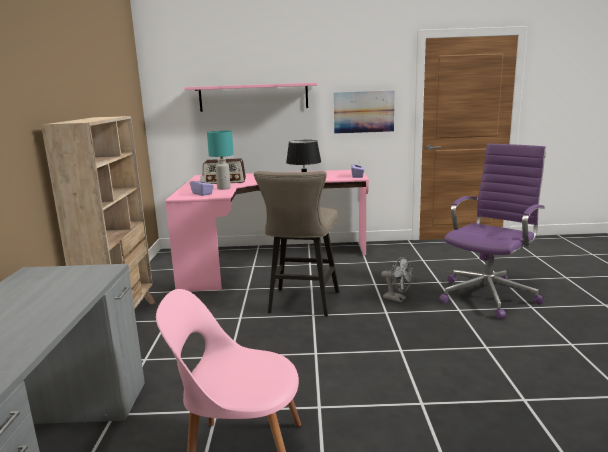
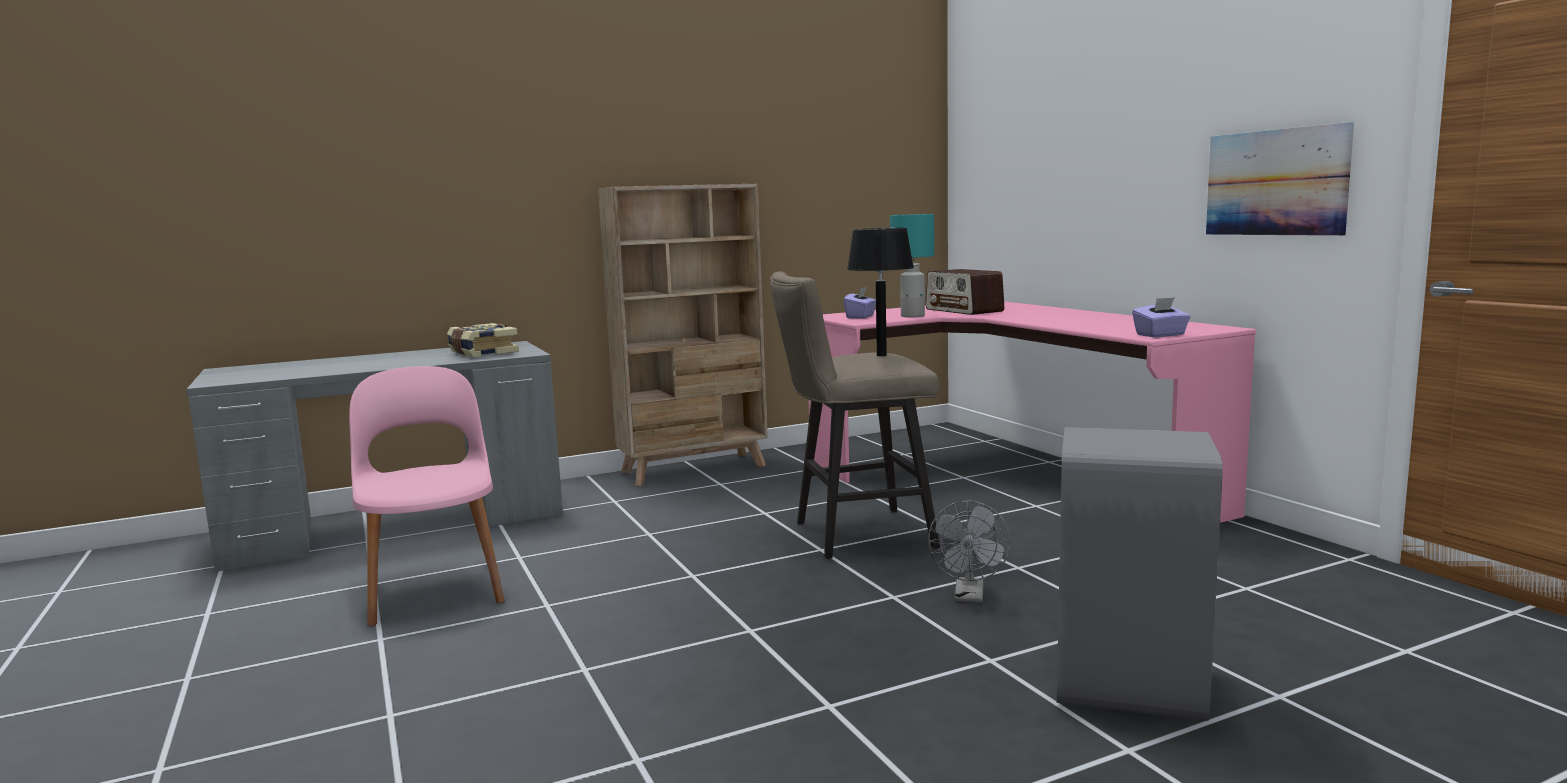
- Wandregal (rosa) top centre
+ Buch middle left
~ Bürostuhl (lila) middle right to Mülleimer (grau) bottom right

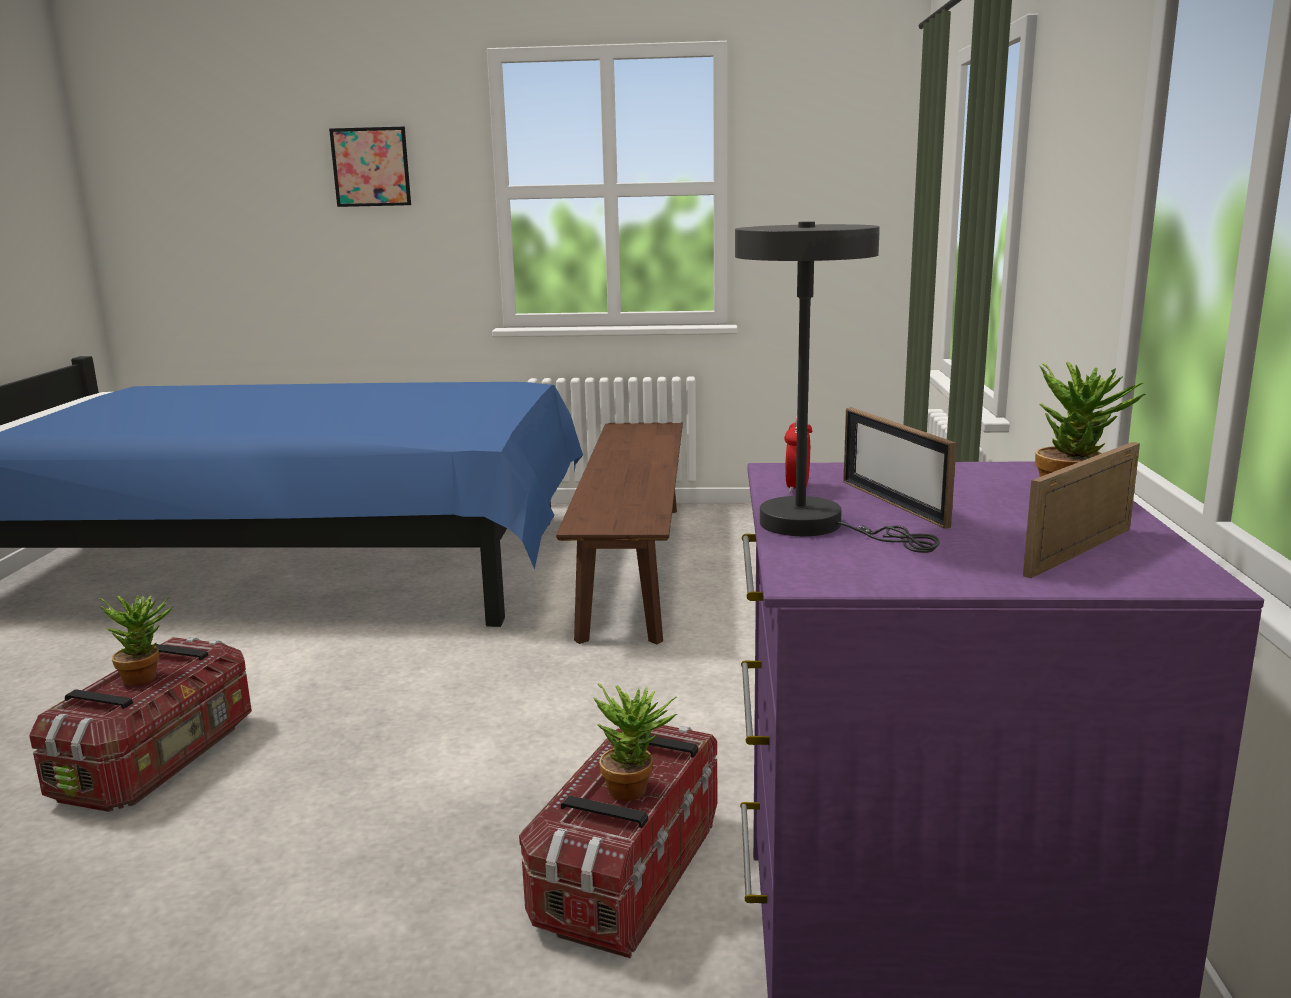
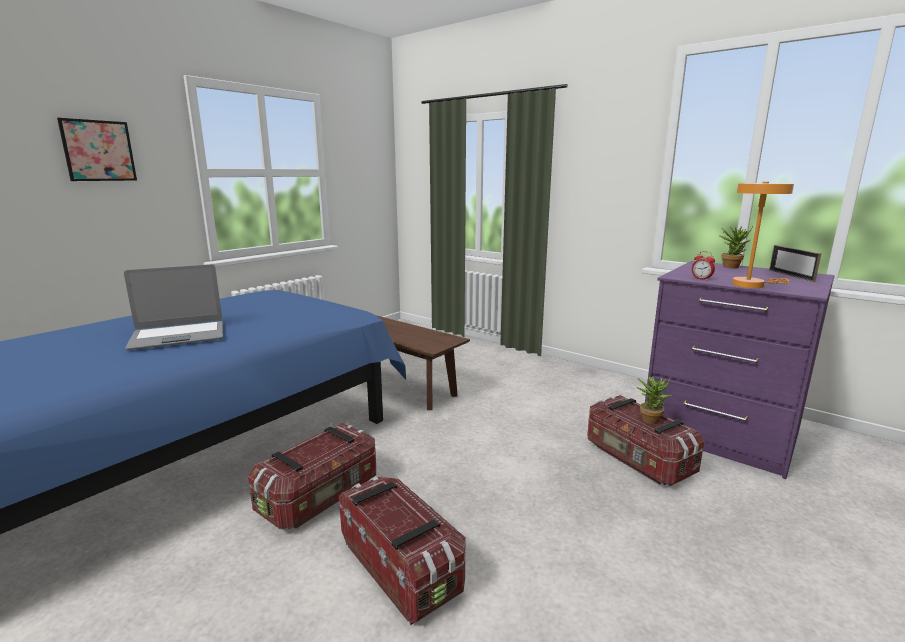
- Topfpflanze (1st from left) middle left
- Bilderrahmen (1st from left) middle right
+ Laptop middle left
+ Aufbewahrungsbox (1st from left) bottom centre
~ Tischlampe (grau) centre to Tischlampe (orange) middle right

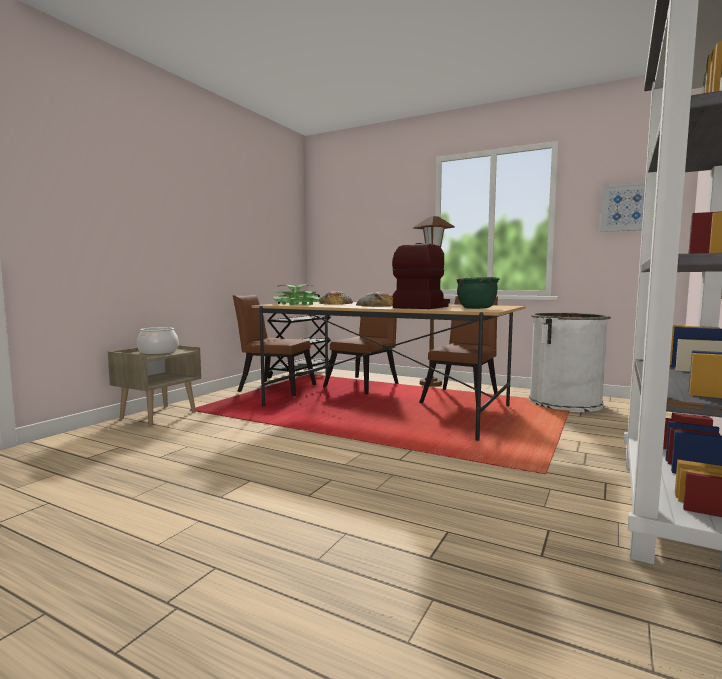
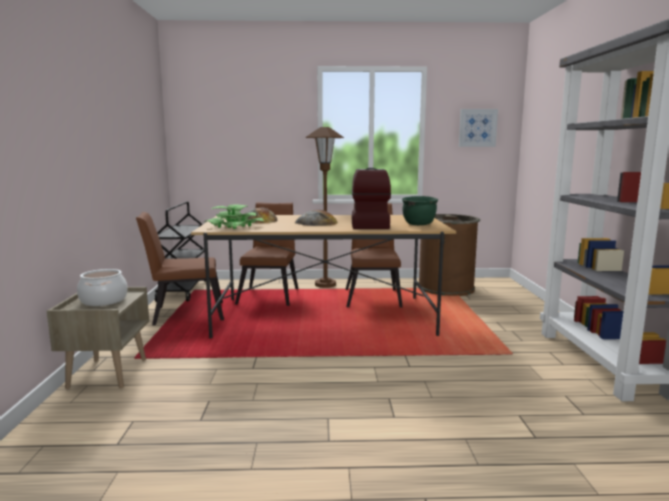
~ Mülleimer (weiß) middle right to Mülleimer (braun) middle right

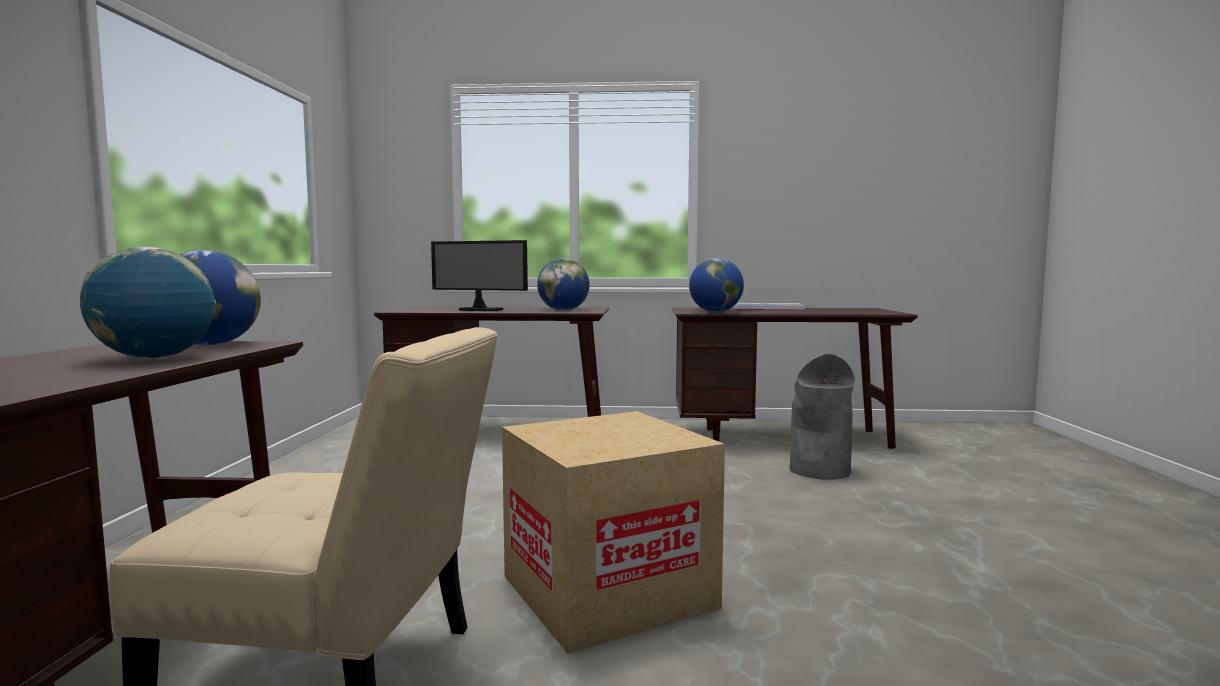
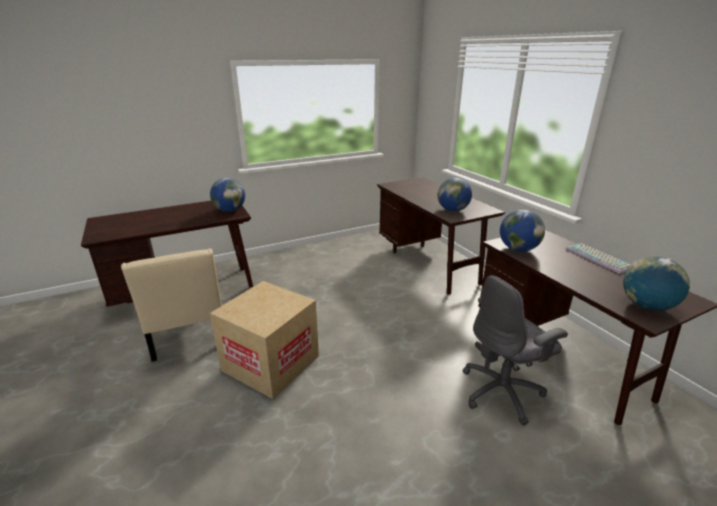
- Monitor centre
~ Globus (1st from left in the first image) middle left to Globus (4th from left) middle right
~ Mülleimer (grau) middle right to Bürostuhl (grau) bottom right

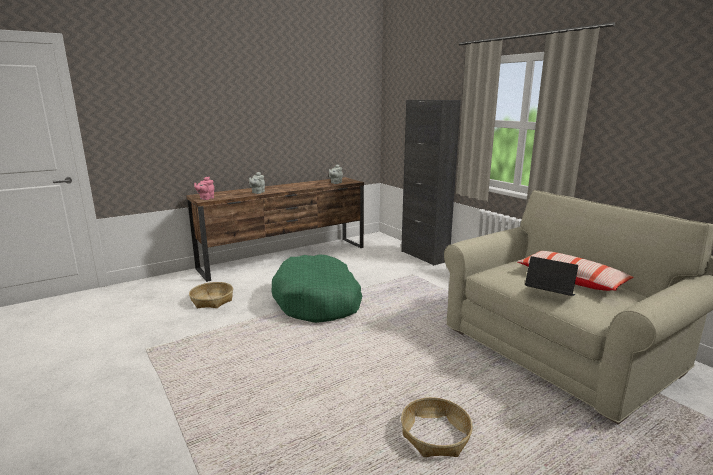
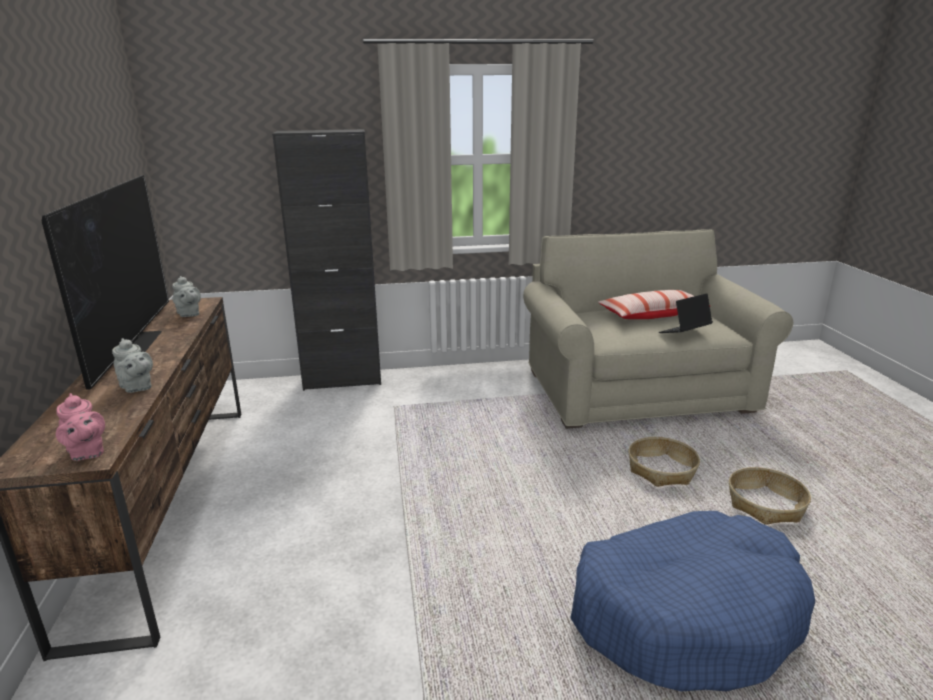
- Hundebett (grün) centre
+ Fernseher middle left
+ Hundebett (blau) bottom right
~ Korb (1st from left) middle left to middle right

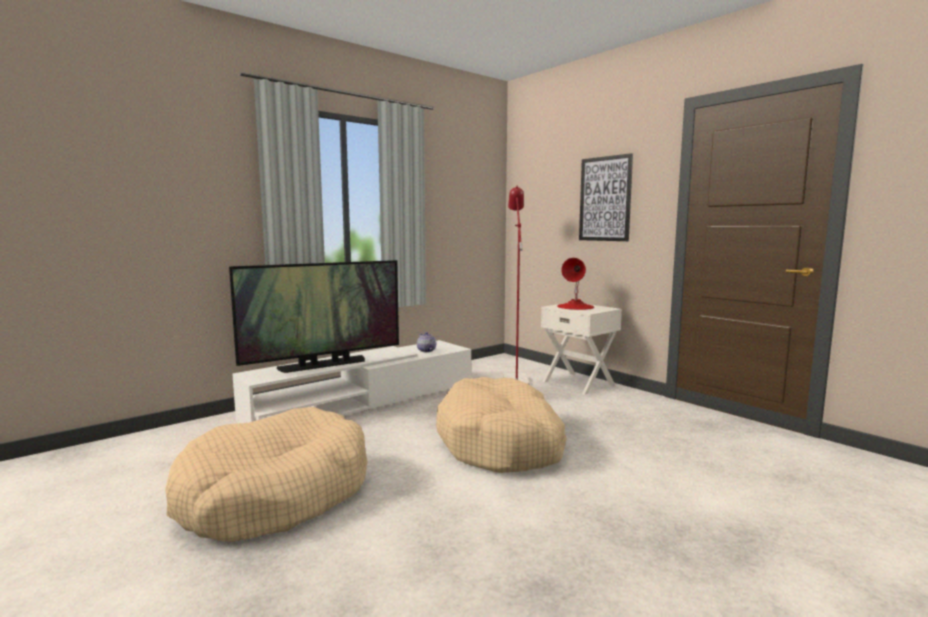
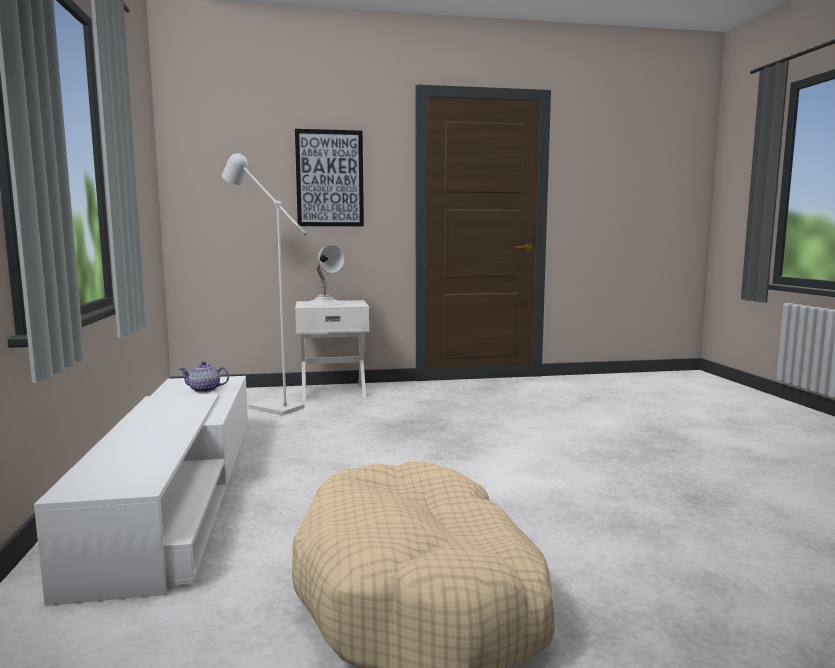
- Fernseher centre
- Hundebett (beige) (2nd from left) bottom centre
~ Stehlampe (rot) centre to Stehlampe (weiß) middle left
~ Tischlampe (rot) centre to Tischlampe (weiß) centre

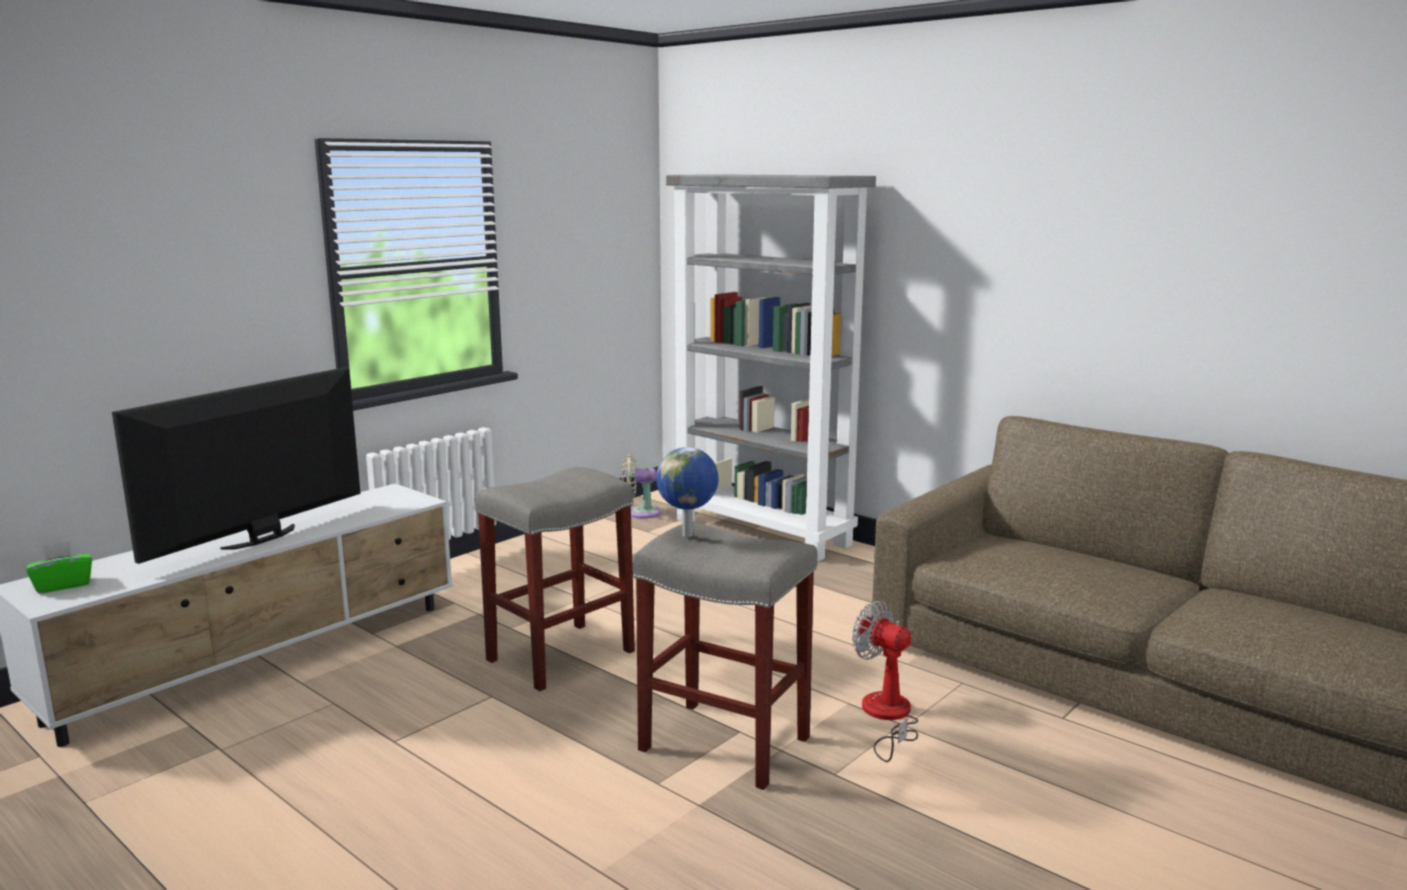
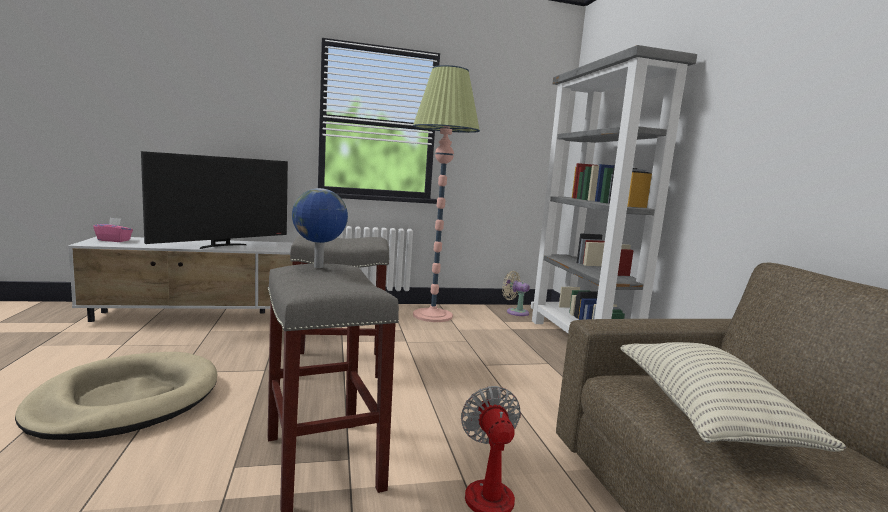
+ Hundebett (beige) bottom left
+ Stehlampe centre
+ Kissen bottom right
~ Taschentuchbox (grün) middle left to Taschentuchbox (rosa) middle left
~ Fernseher middle left = middle left 150 degrees clockwise

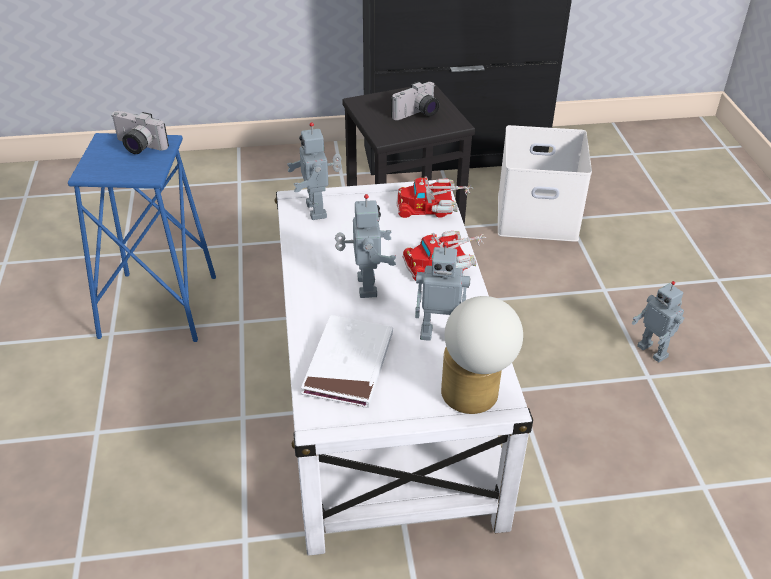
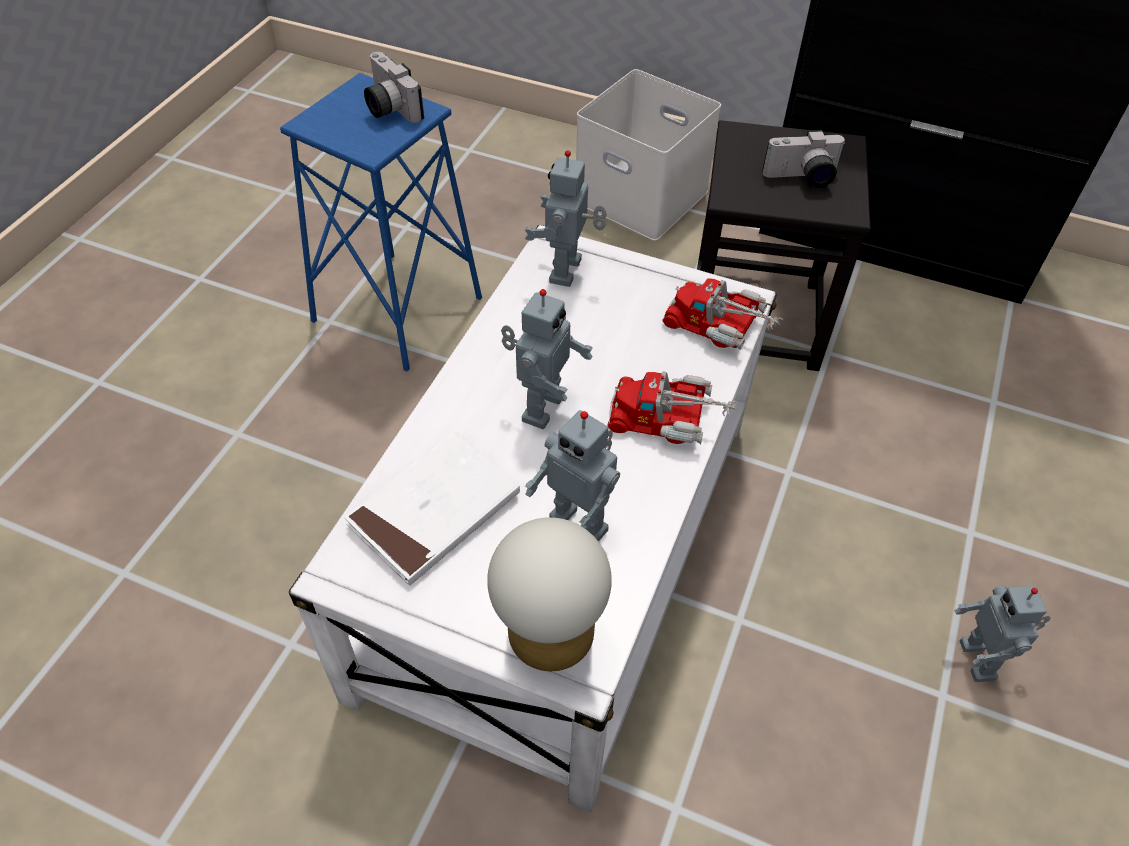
~ Aufbewahrungsbox (weiß) top right to top centre

